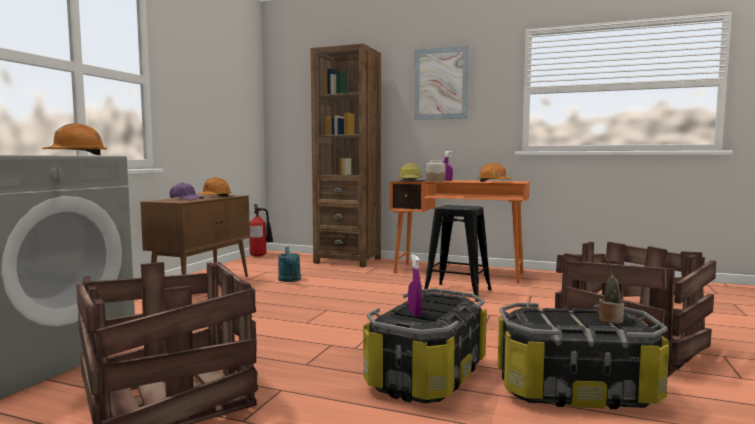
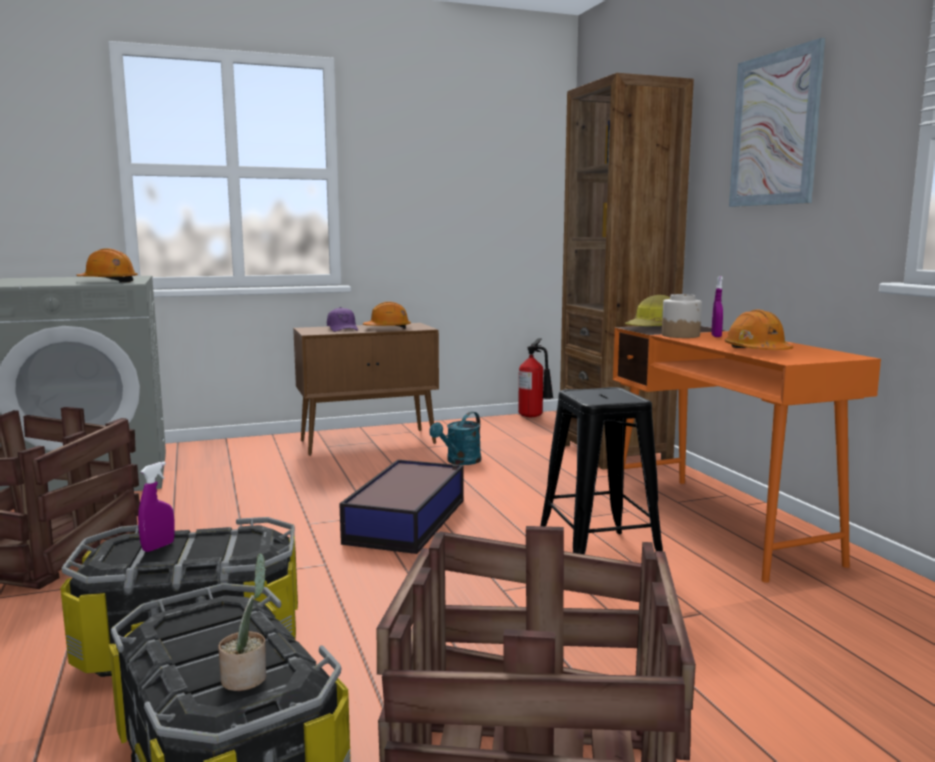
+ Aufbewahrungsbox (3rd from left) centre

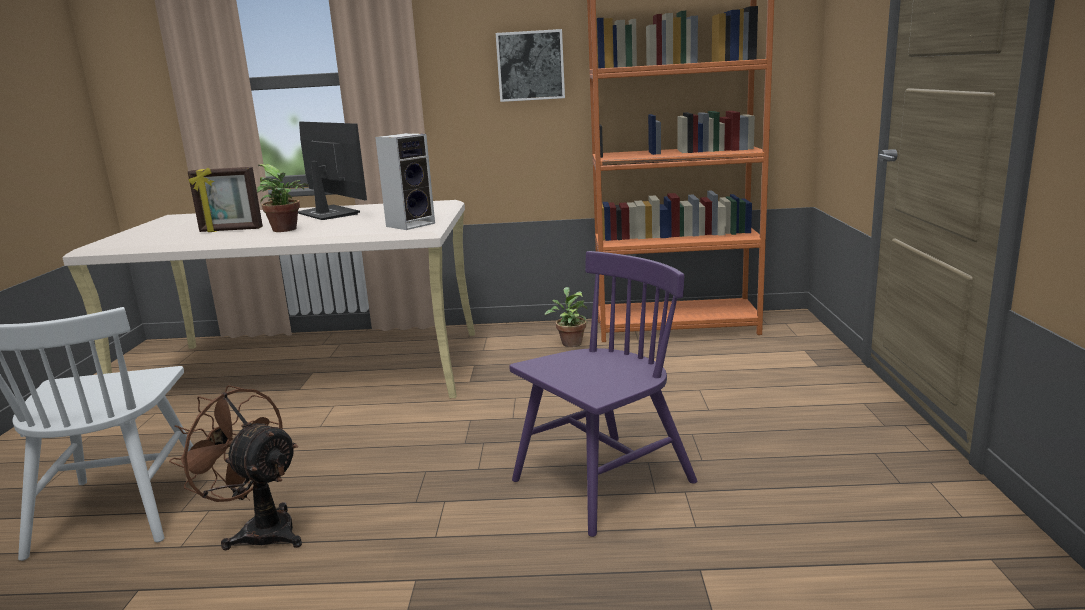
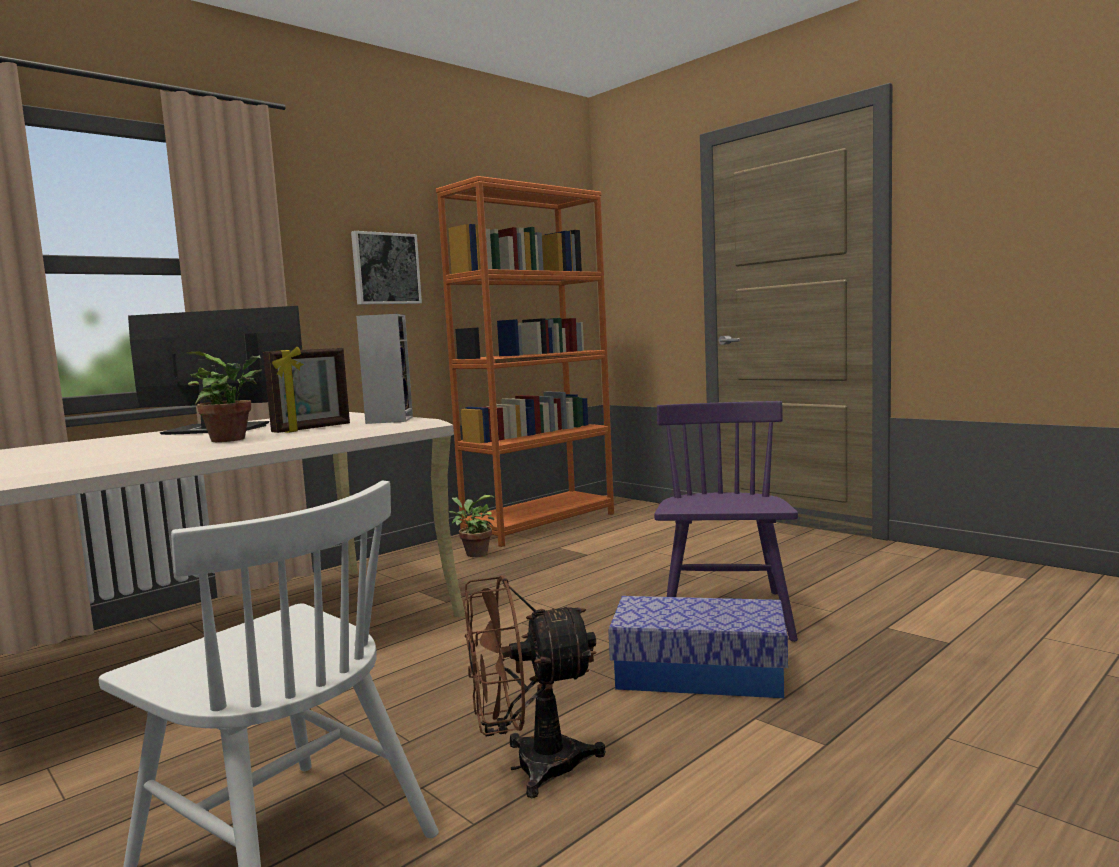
+ Aufbewahrungsbox bottom centre
~ Bilderrahmen top left to middle left

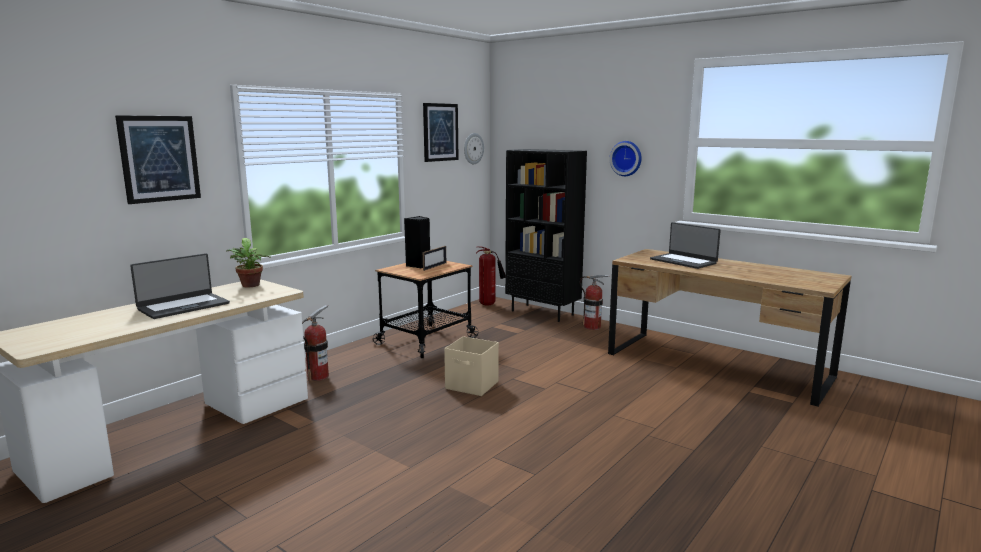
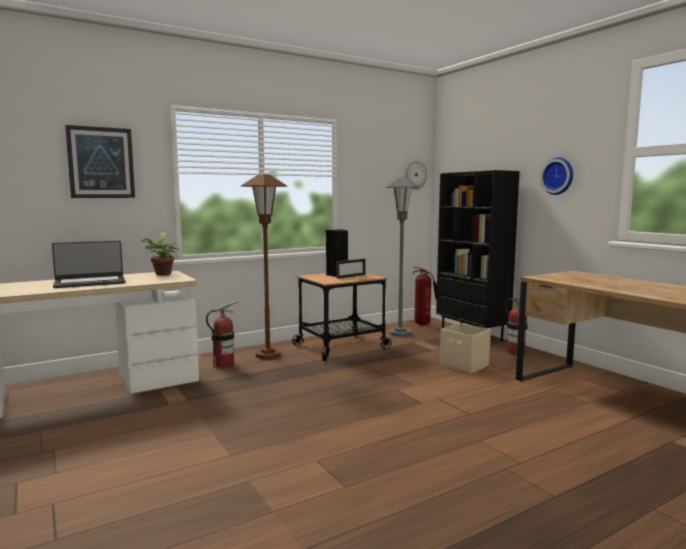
- Bild (2nd from left) top centre
- Laptop (2nd from left) middle right
+ Stehlampe (braun) centre
+ Stehlampe (grau) centre
~ Aufbewahrungsbox (beige) centre to middle right

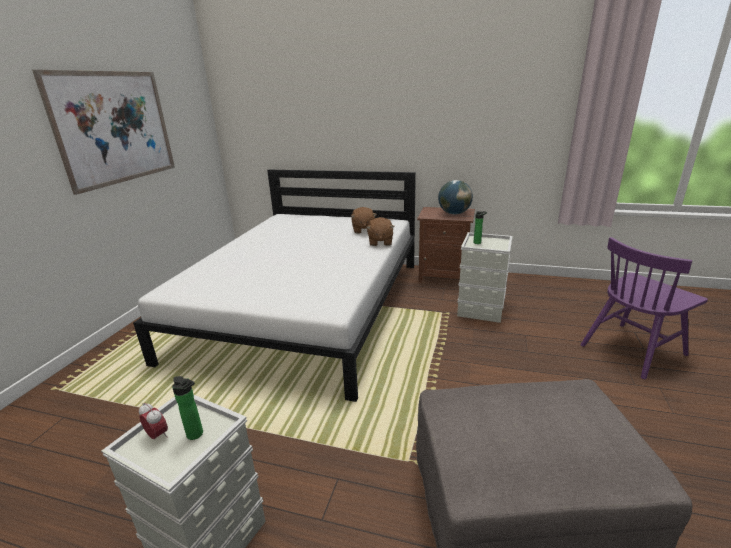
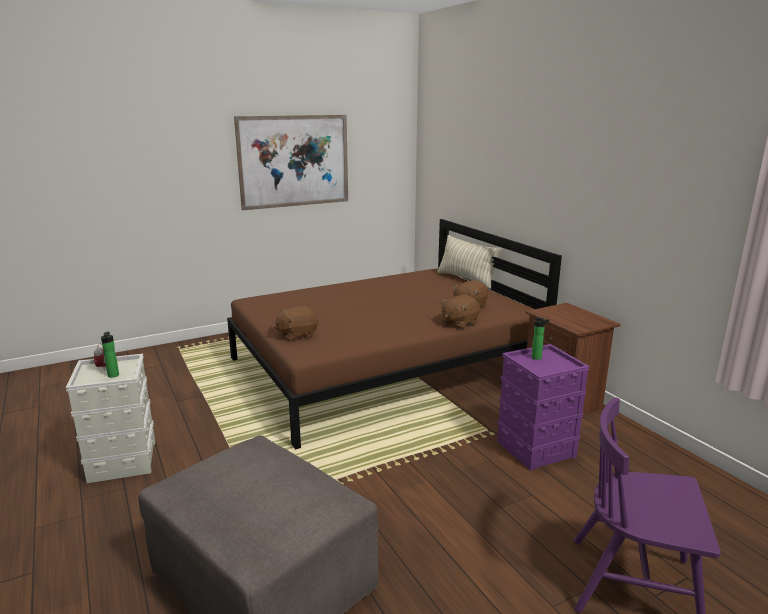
- Globus centre
+ Plüschtier (braun) (1st from left) centre
+ Kissen centre
~ Bett (weiß) centre to Bett (braun) centre
~ Aufbewahrungsbox (grau) (2nd from left) centre to Aufbewahrungsbox (lila) middle right

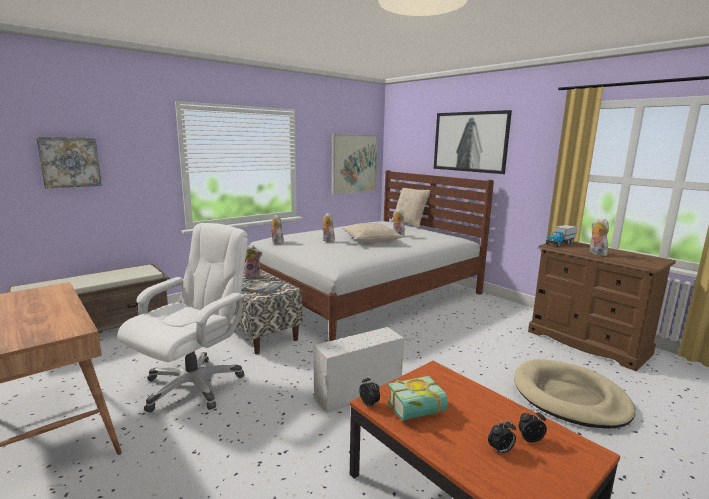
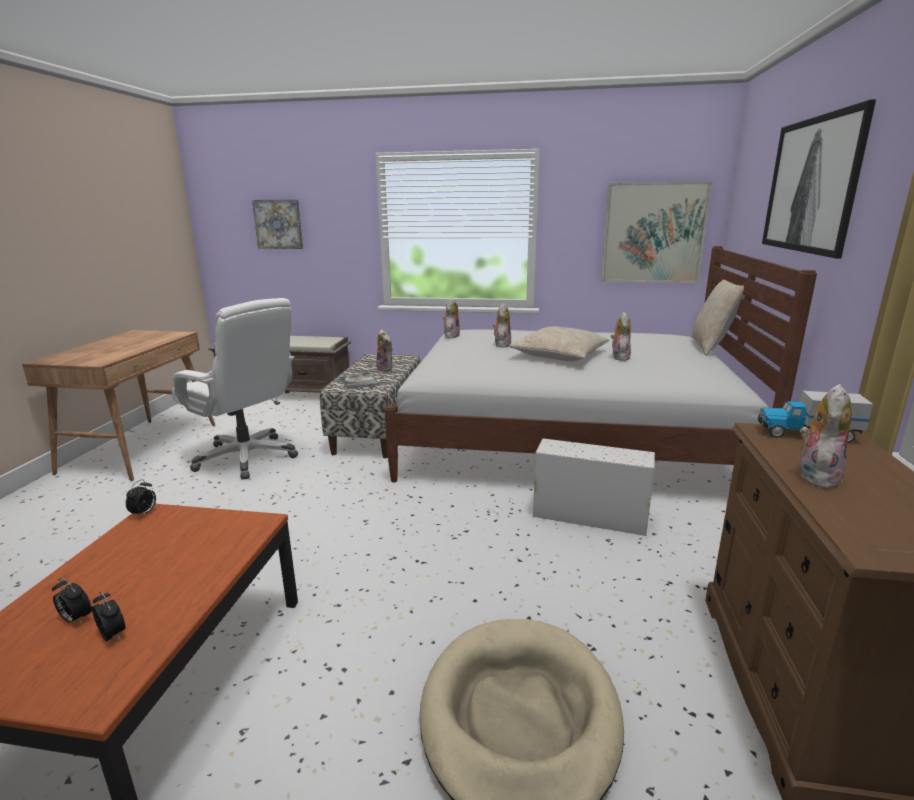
- Buch (2nd from left) bottom centre
~ Aufbewahrungsbox (weiß) bottom centre to centre
~ Bürostuhl (weiß) middle left = middle left 45 degrees clockwise

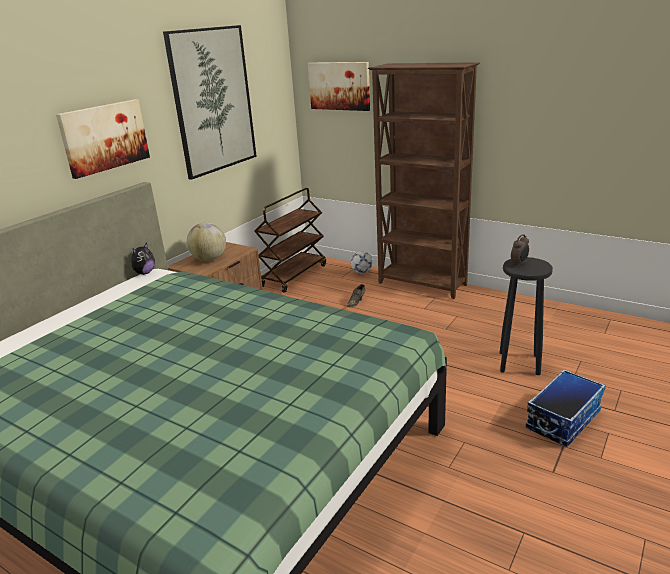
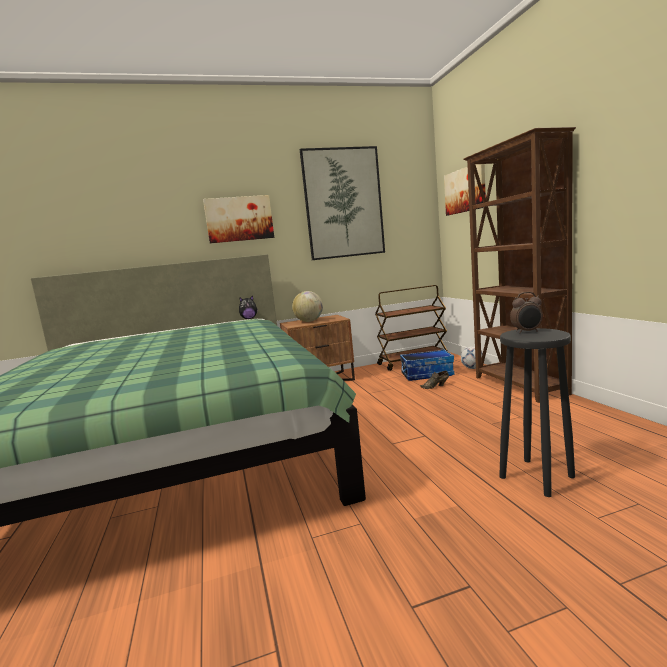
~ Aufbewahrungsbox bottom right to centre

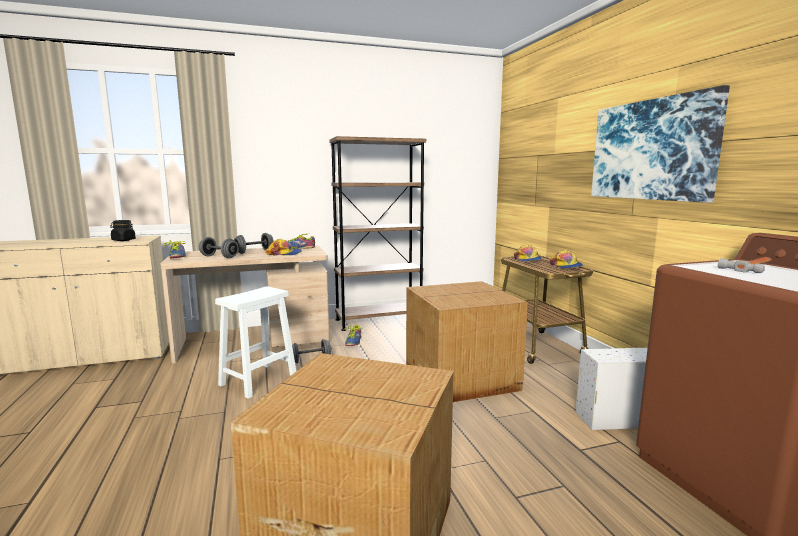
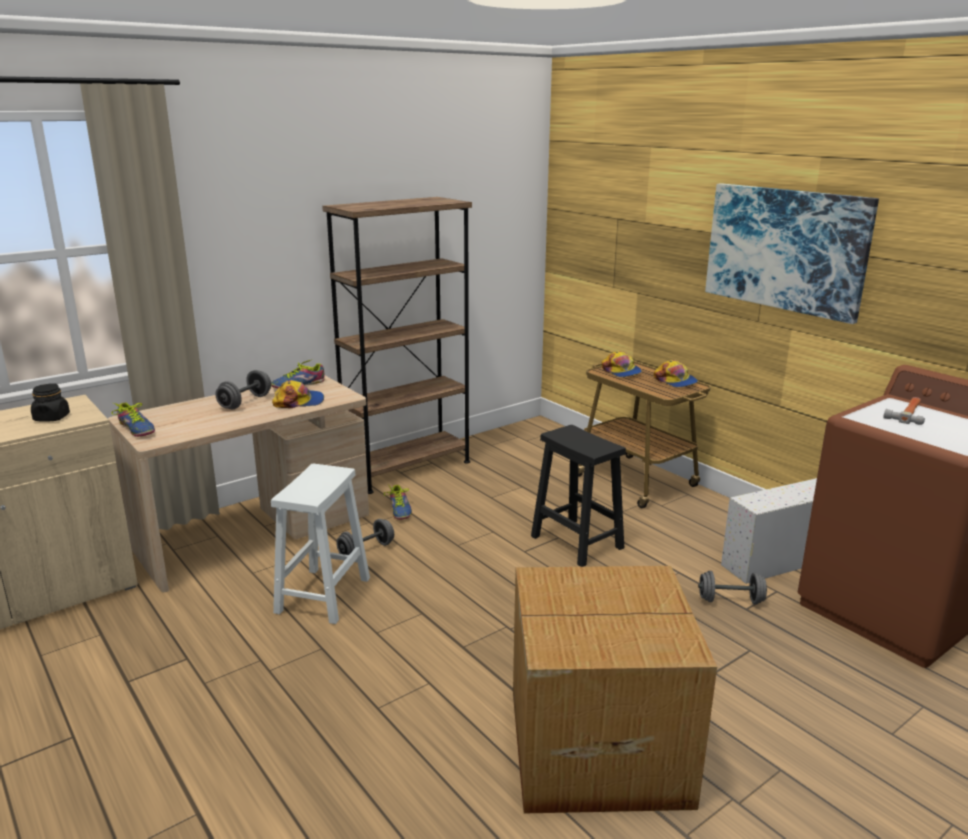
~ Hantel (grau) (1st from left in the first image) middle left to Hantel (grau) (3rd from left) bottom right
~ Karton (2nd from left) centre to Hocker (schwarz) centre

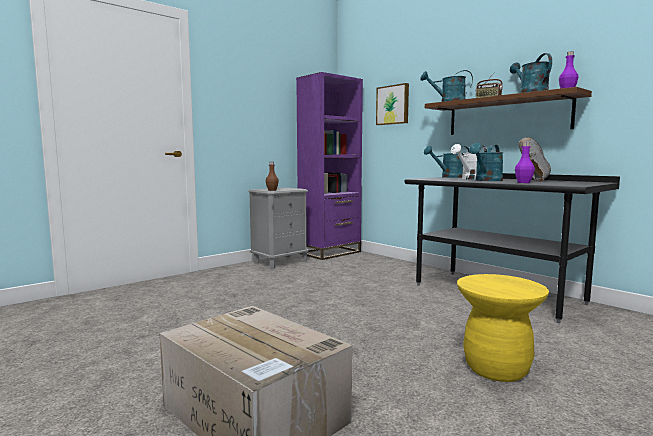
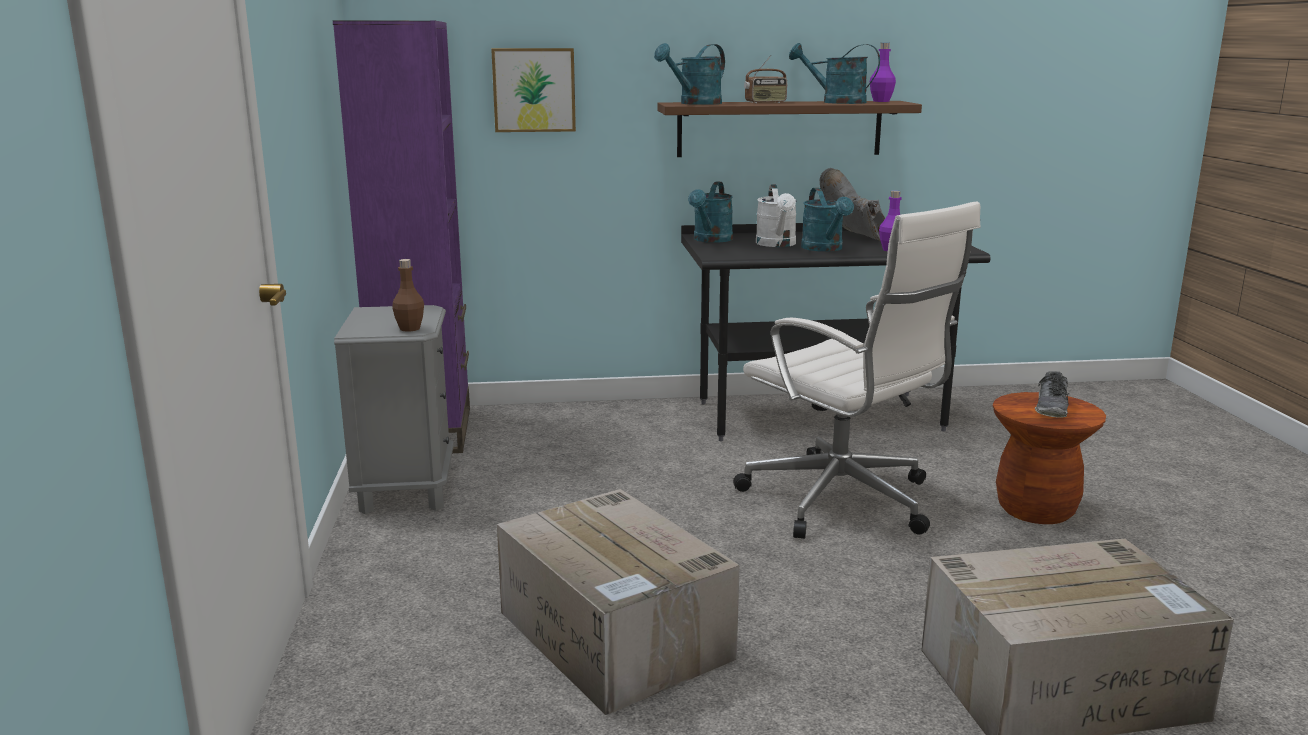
+ Karton (1st from left) bottom centre
+ Bürostuhl (weiß) centre
+ Schuh middle right
~ Hocker (gelb) bottom right to Hocker (braun) middle right

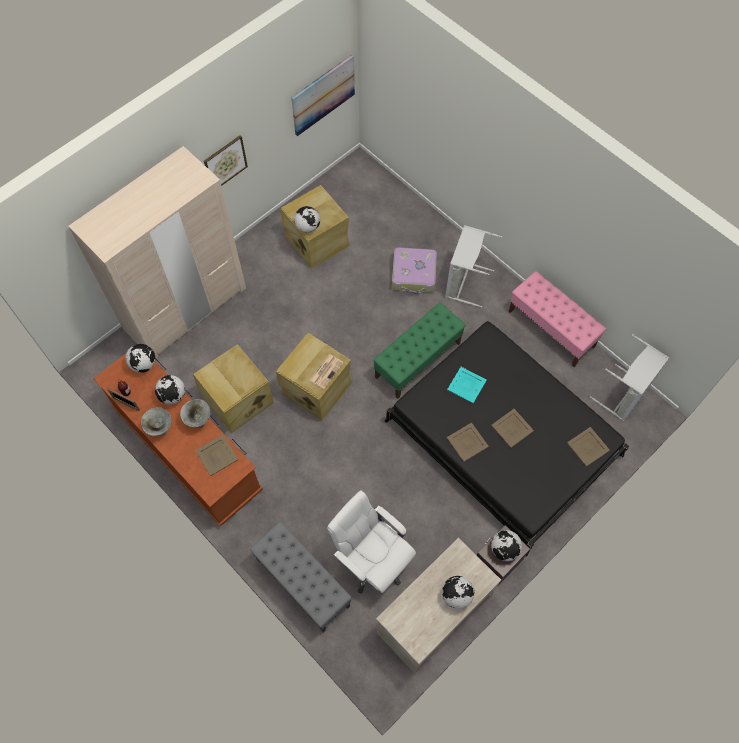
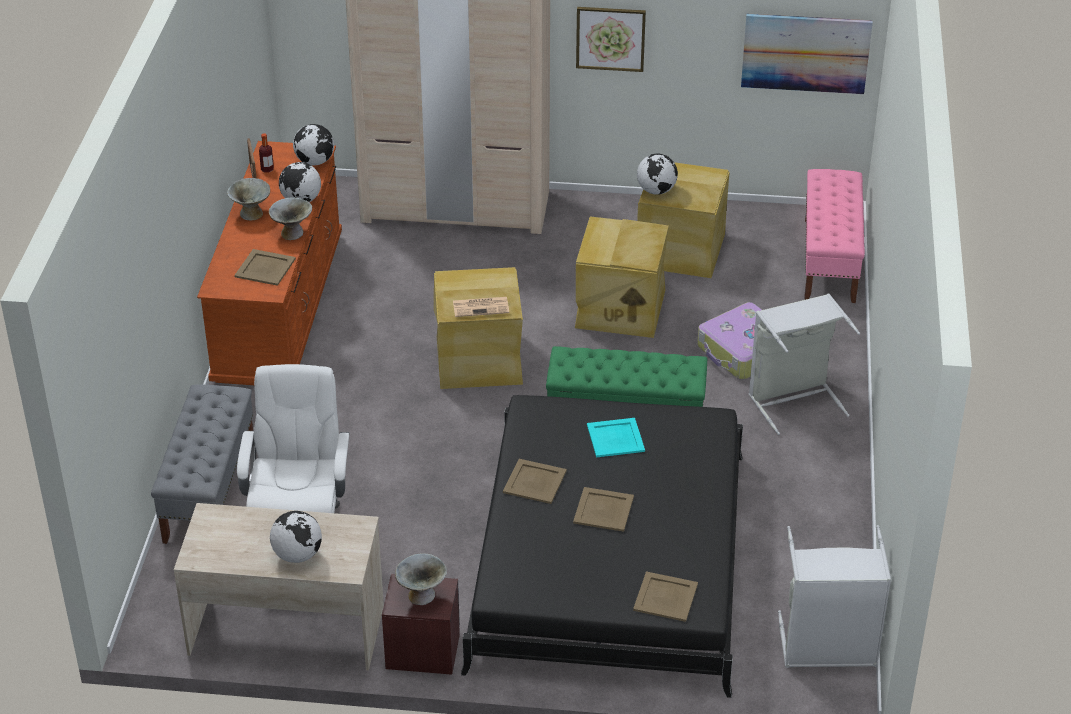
~ Aufbewahrungsbox (beige) (1st from left in the first image) middle left to Aufbewahrungsbox (beige) (2nd from left) centre
~ Bank (rosa) middle right to top right
~ Globus (5th from left) bottom right to Schüssel (grau) (3rd from left) bottom centre

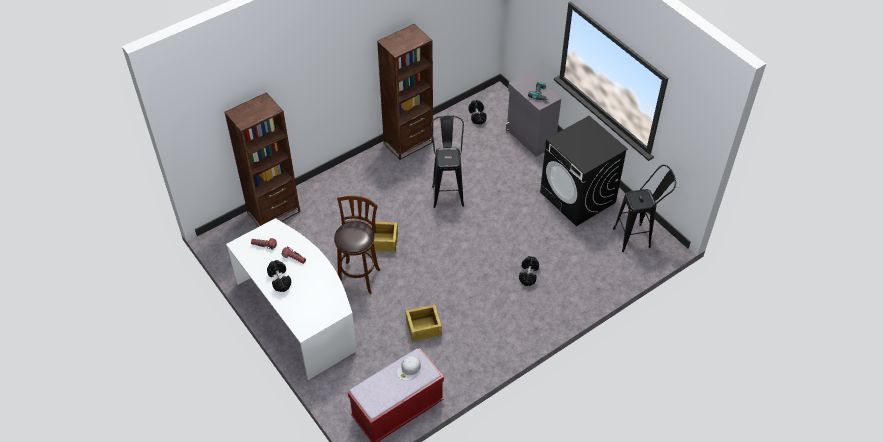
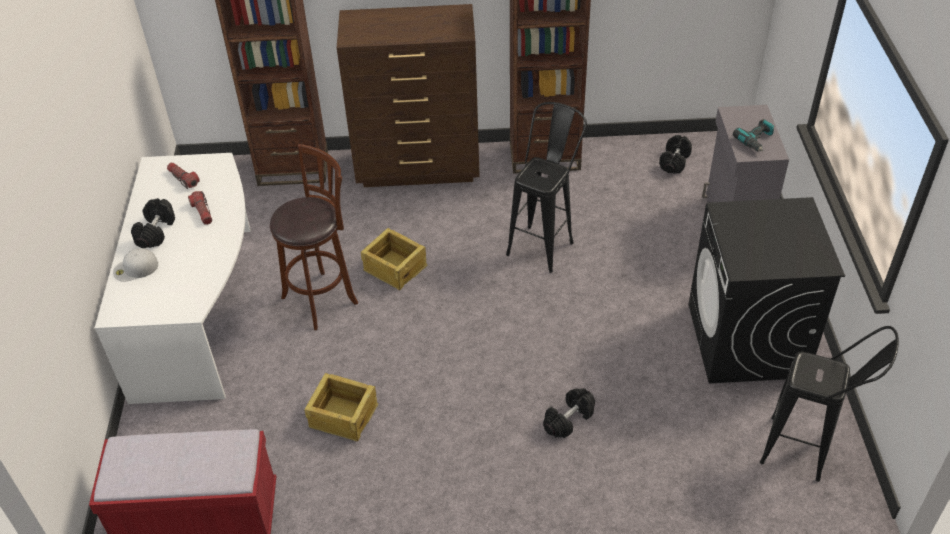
+ Kommode (braun) top centre
~ Kappe (weiß) bottom centre to middle left

